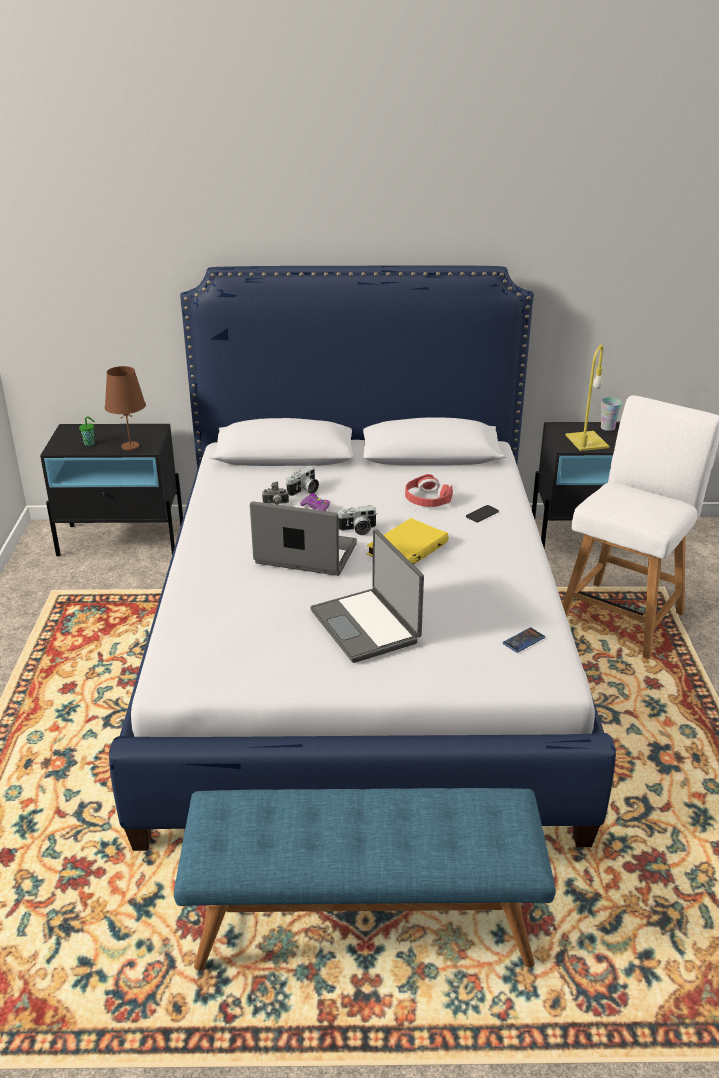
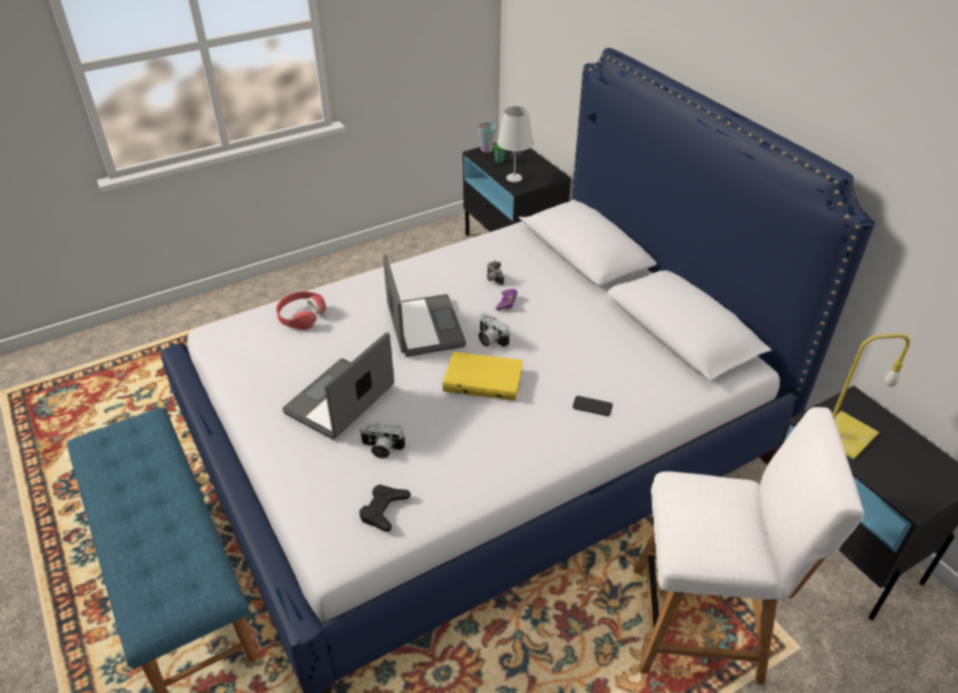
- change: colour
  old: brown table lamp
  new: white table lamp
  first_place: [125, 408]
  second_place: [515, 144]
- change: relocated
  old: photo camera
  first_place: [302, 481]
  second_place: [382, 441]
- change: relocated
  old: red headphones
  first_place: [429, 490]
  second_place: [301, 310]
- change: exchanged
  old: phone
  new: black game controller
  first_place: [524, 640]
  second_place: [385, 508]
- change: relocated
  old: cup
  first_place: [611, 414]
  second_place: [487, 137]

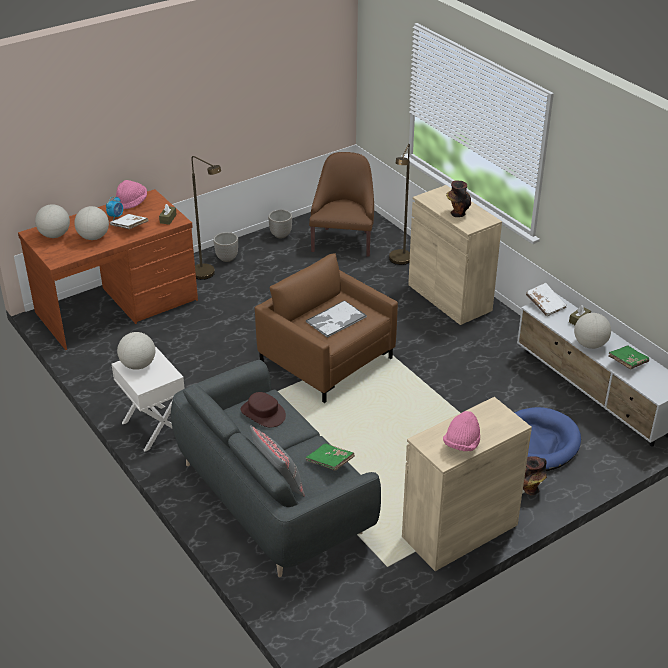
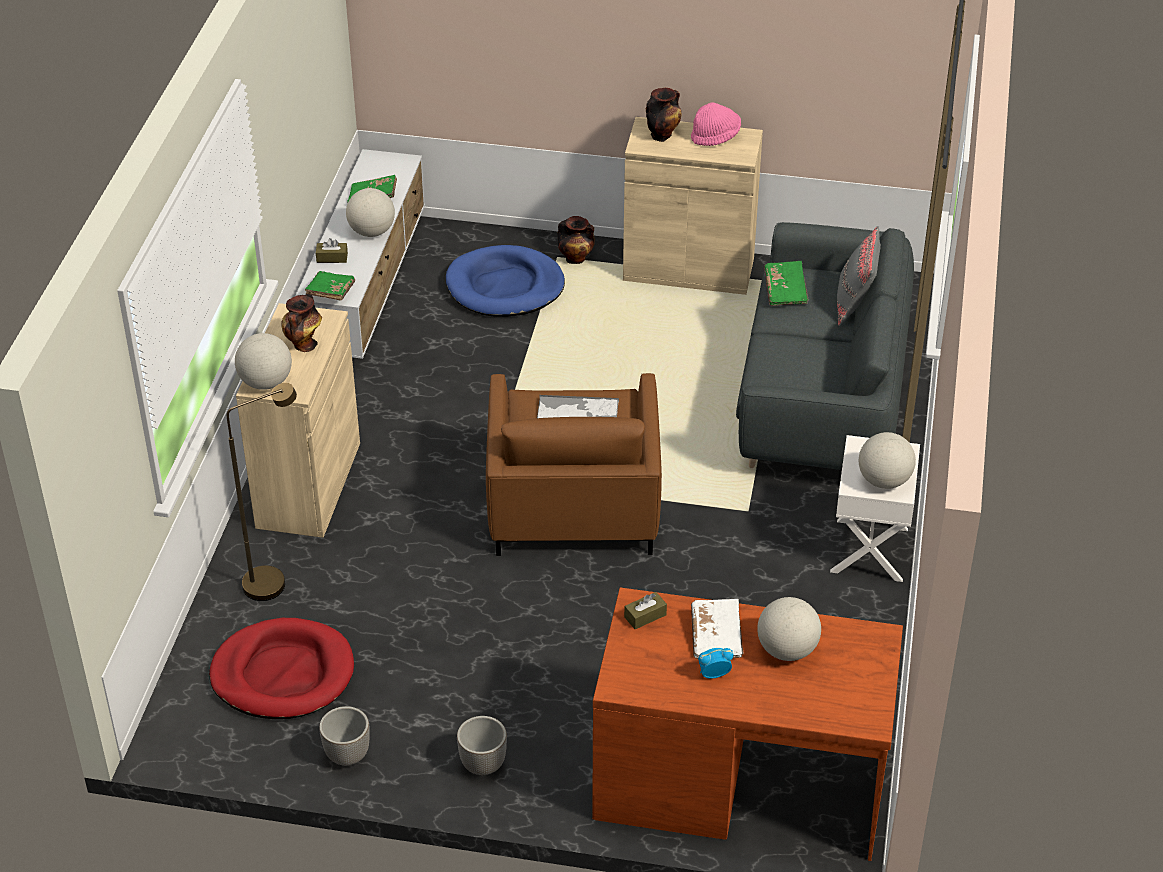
- change: relocated
  old: globe
  first_place: [52, 221]
  second_place: [263, 361]
- change: missing
  old: pink hat
  first_place: [131, 194]
- change: missing
  old: brown floor lamp
  first_place: [206, 218]
- change: missing
  old: brown hat
  first_place: [263, 409]
- change: exchanged
  old: brown armchair
  new: red dog bed
  first_place: [341, 204]
  second_place: [281, 668]
- change: colour
  old: white book
  new: green book
  first_place: [546, 299]
  second_place: [330, 286]
- change: appeared
  new: vase
  second_place: [663, 115]

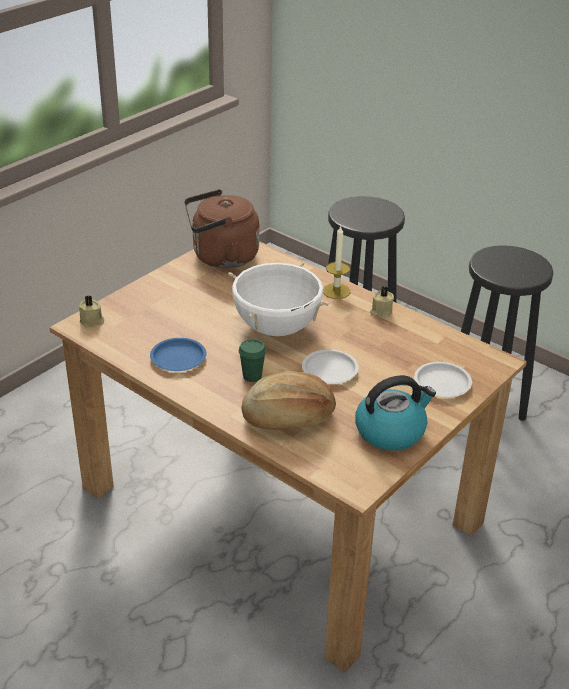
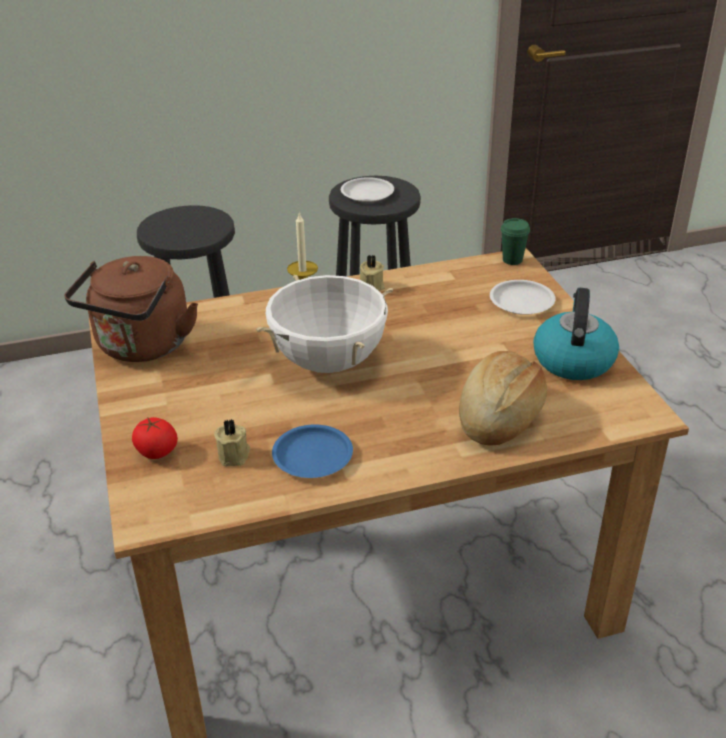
- change: relocated
  old: beige candle
  first_place: [91, 312]
  second_place: [232, 443]
- change: relocated
  old: green cup
  first_place: [252, 360]
  second_place: [515, 241]
- change: relocated
  old: white plate
  first_place: [330, 366]
  second_place: [367, 189]
- change: appeared
  new: tomato
  second_place: [155, 438]

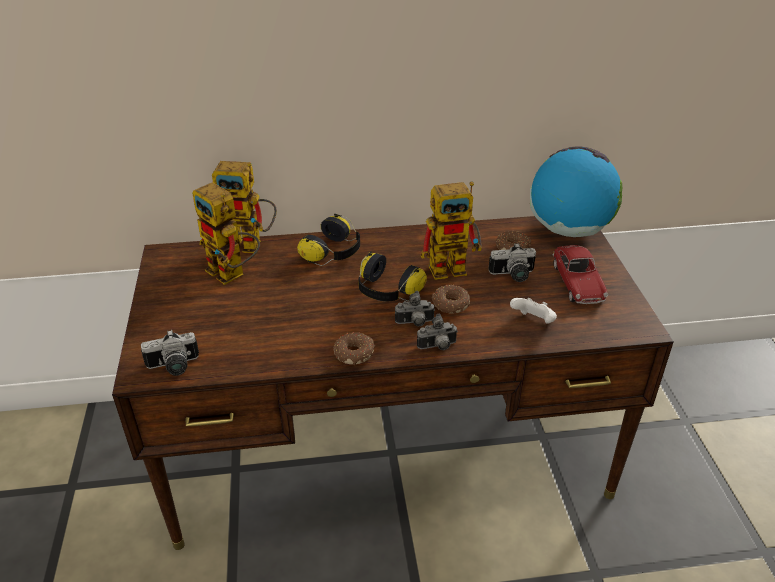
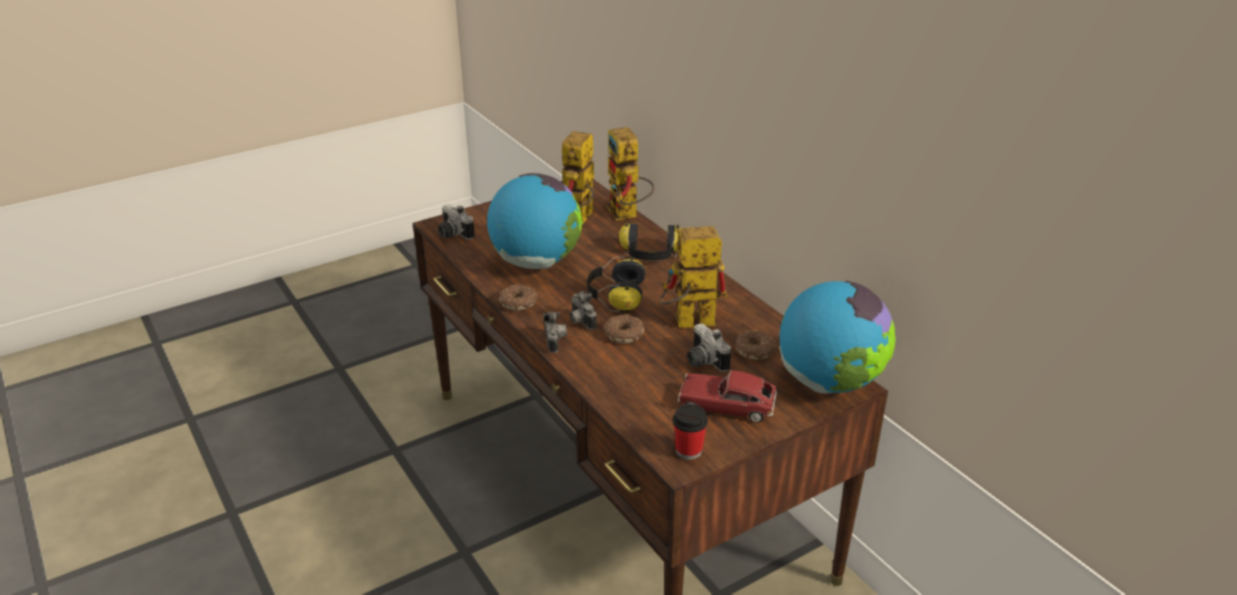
- change: spun
  old: photo camera
  first_place: [437, 332]
  second_place: [555, 332]
  degrees: -150
- change: spun
  old: toy robot
  first_place: [451, 230]
  second_place: [693, 277]
  degrees: 120
- change: missing
  old: white game controller
  first_place: [533, 311]
- change: spun
  old: toy car
  first_place: [580, 274]
  second_place: [727, 396]
  degrees: 45
- change: appeared
  new: globe
  second_place: [535, 221]
- change: appeared
  new: cup
  second_place: [690, 432]

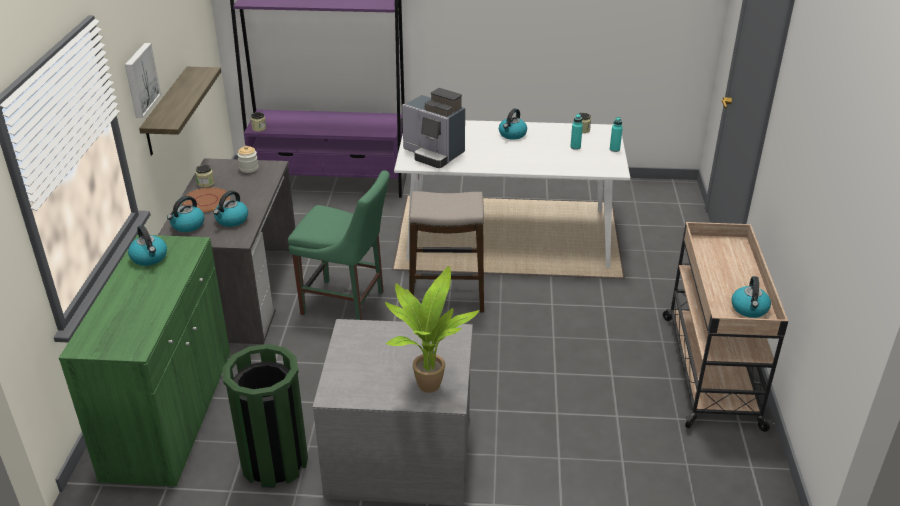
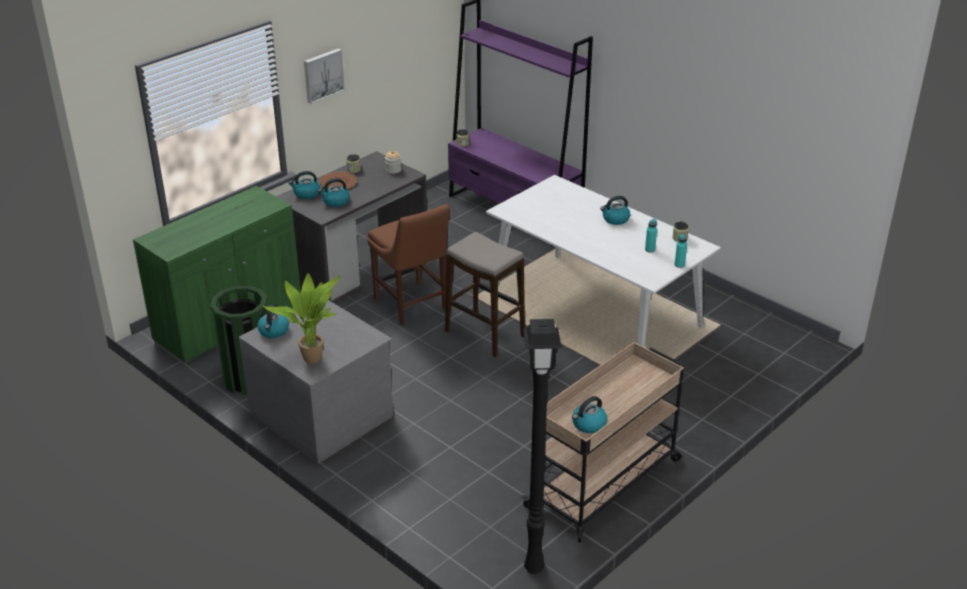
- change: relocated
  old: kettle
  first_place: [147, 245]
  second_place: [273, 321]
- change: missing
  old: shelf
  first_place: [180, 111]
- change: colour
  old: green chair
  new: brown chair
  first_place: [339, 245]
  second_place: [408, 264]
- change: missing
  old: coffee machine
  first_place: [433, 128]
- change: appeared
  new: black floor lamp
  second_place: [542, 446]

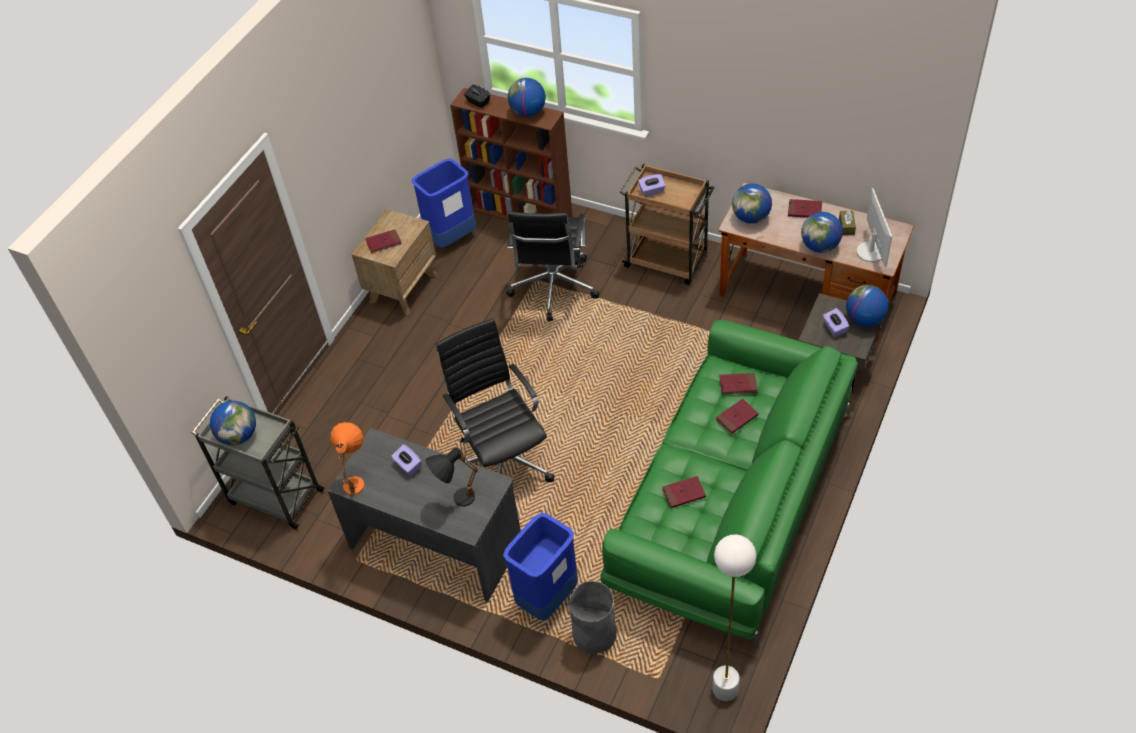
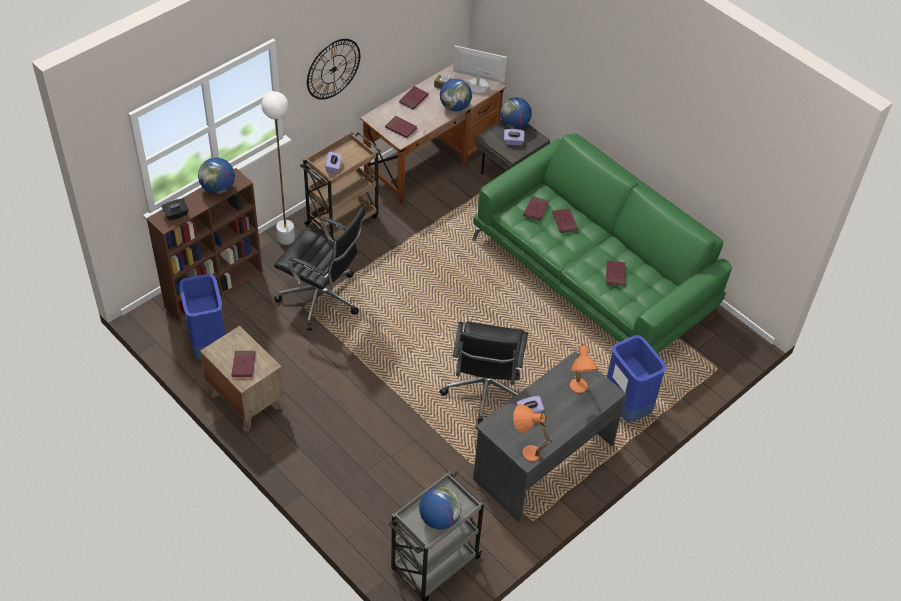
- change: colour
  old: black table lamp
  new: orange table lamp
  first_place: [452, 476]
  second_place: [584, 368]
- change: spun
  old: black office chair
  first_place: [495, 400]
  second_place: [484, 372]
  degrees: -75
- change: missing
  old: grey trash can
  first_place: [592, 617]
- change: relocated
  old: white floor lamp
  first_place: [735, 617]
  second_place: [278, 168]
- change: exchanged
  old: globe
  new: red book
  first_place: [752, 204]
  second_place: [401, 127]
- change: appeared
  new: wall clock
  second_place: [333, 69]

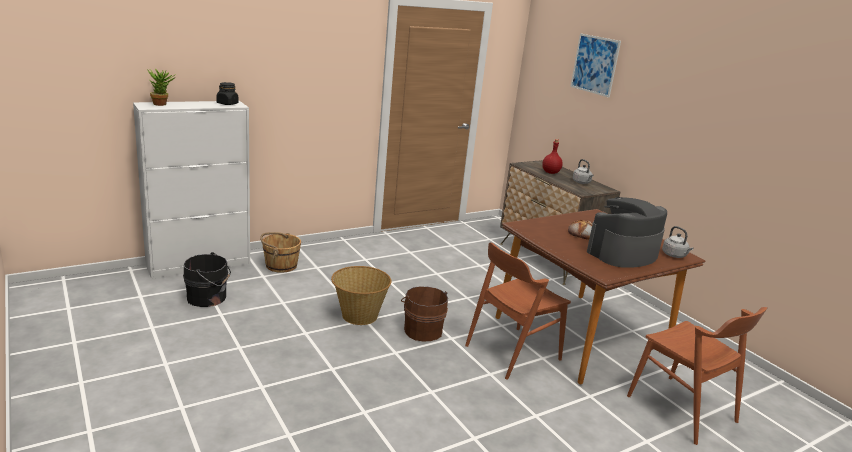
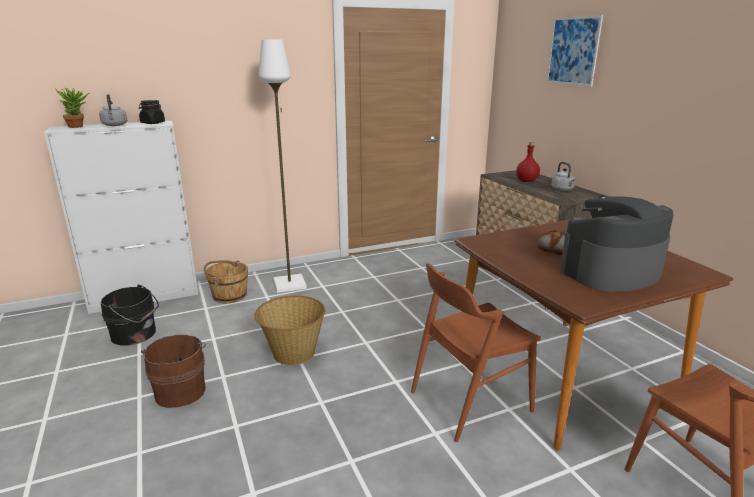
- change: relocated
  old: brown bucket
  first_place: [424, 314]
  second_place: [173, 371]
- change: relocated
  old: grey kettle
  first_place: [677, 242]
  second_place: [113, 110]
- change: appeared
  new: white floor lamp
  second_place: [282, 166]

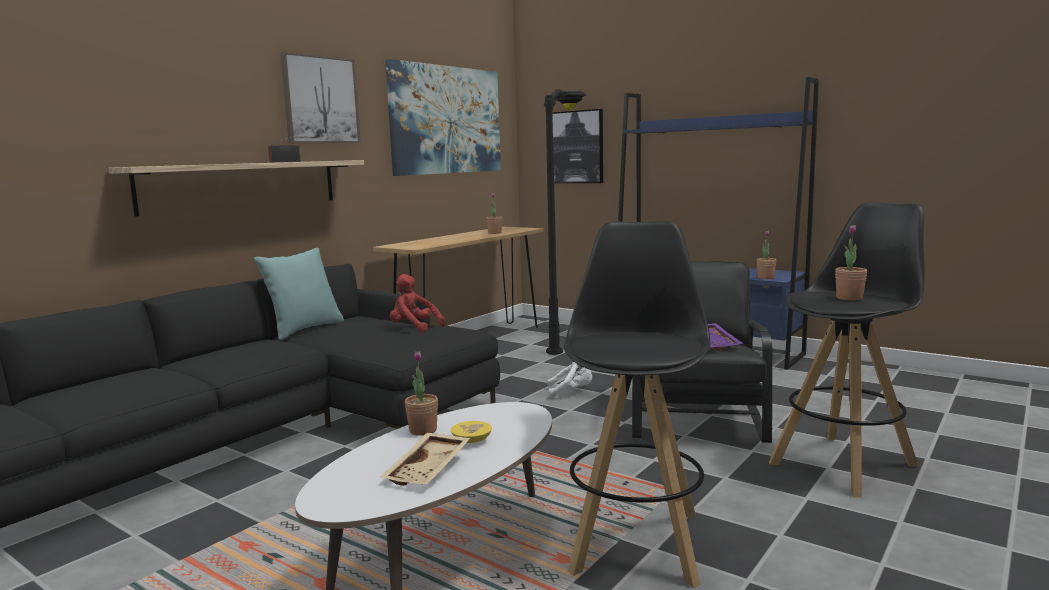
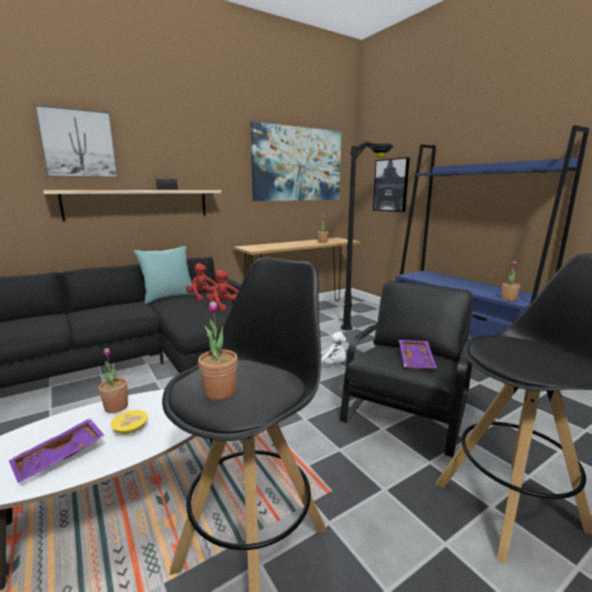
- change: relocated
  old: picture
  first_place: [320, 97]
  second_place: [76, 141]
- change: colour
  old: beige tray
  new: purple tray
  first_place: [425, 459]
  second_place: [57, 450]
- change: relocated
  old: potted plant
  first_place: [851, 262]
  second_place: [218, 350]
- change: appeared
  new: red plush toy
  second_place: [201, 282]

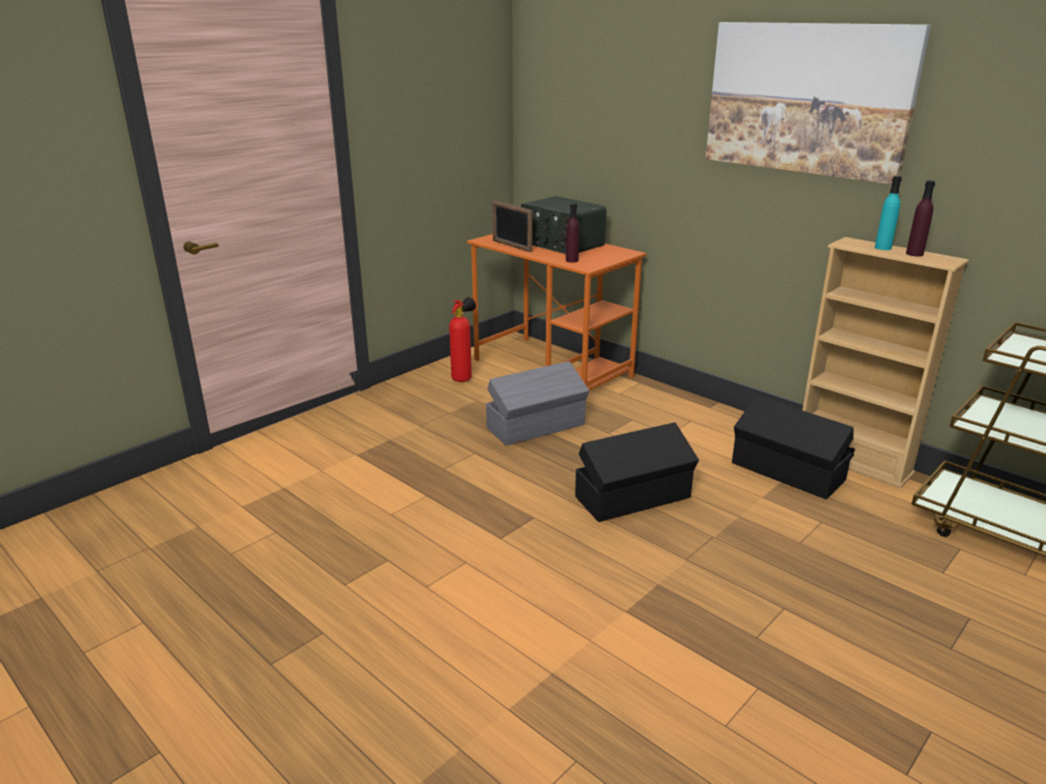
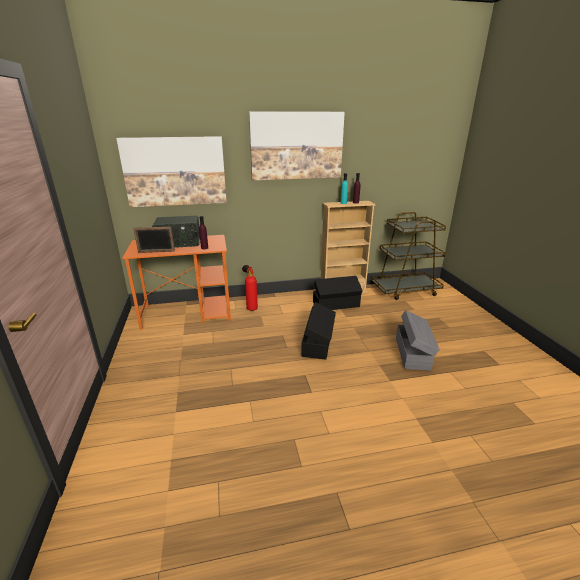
- change: relocated
  old: fire extinguisher
  first_place: [462, 339]
  second_place: [250, 288]
- change: relocated
  old: grey storage box
  first_place: [537, 403]
  second_place: [418, 340]
- change: appeared
  new: picture
  second_place: [171, 171]

